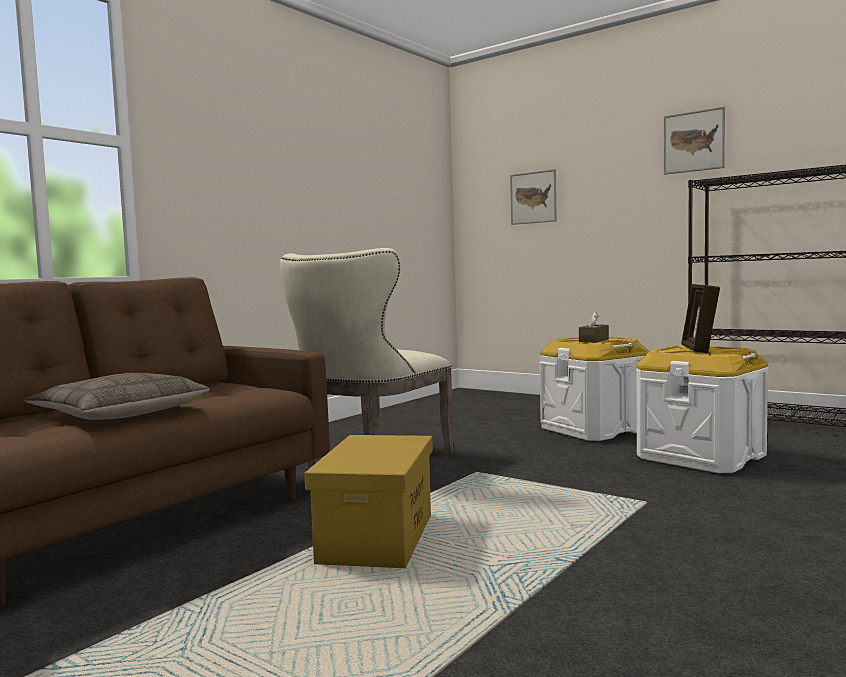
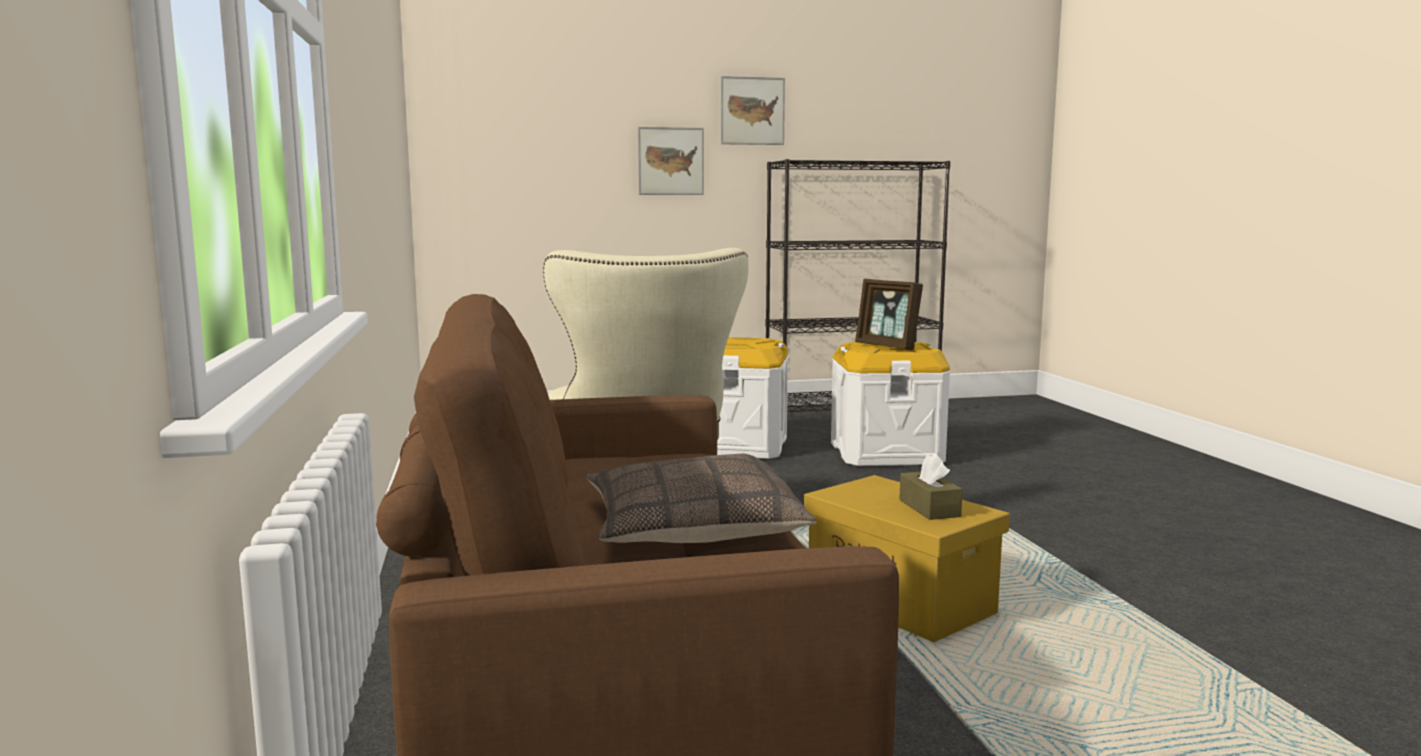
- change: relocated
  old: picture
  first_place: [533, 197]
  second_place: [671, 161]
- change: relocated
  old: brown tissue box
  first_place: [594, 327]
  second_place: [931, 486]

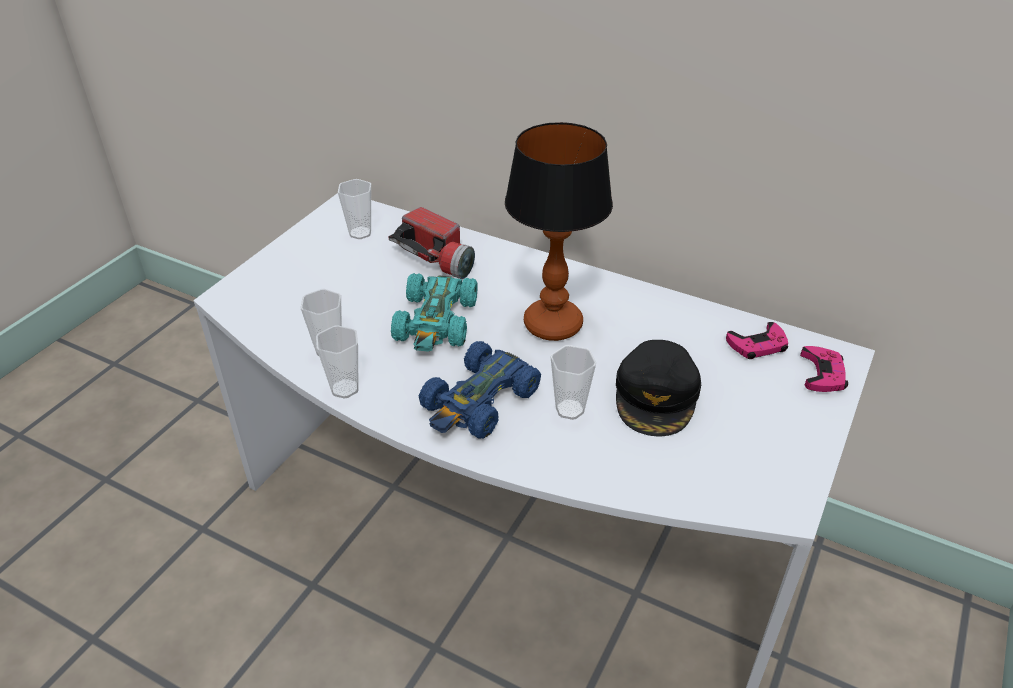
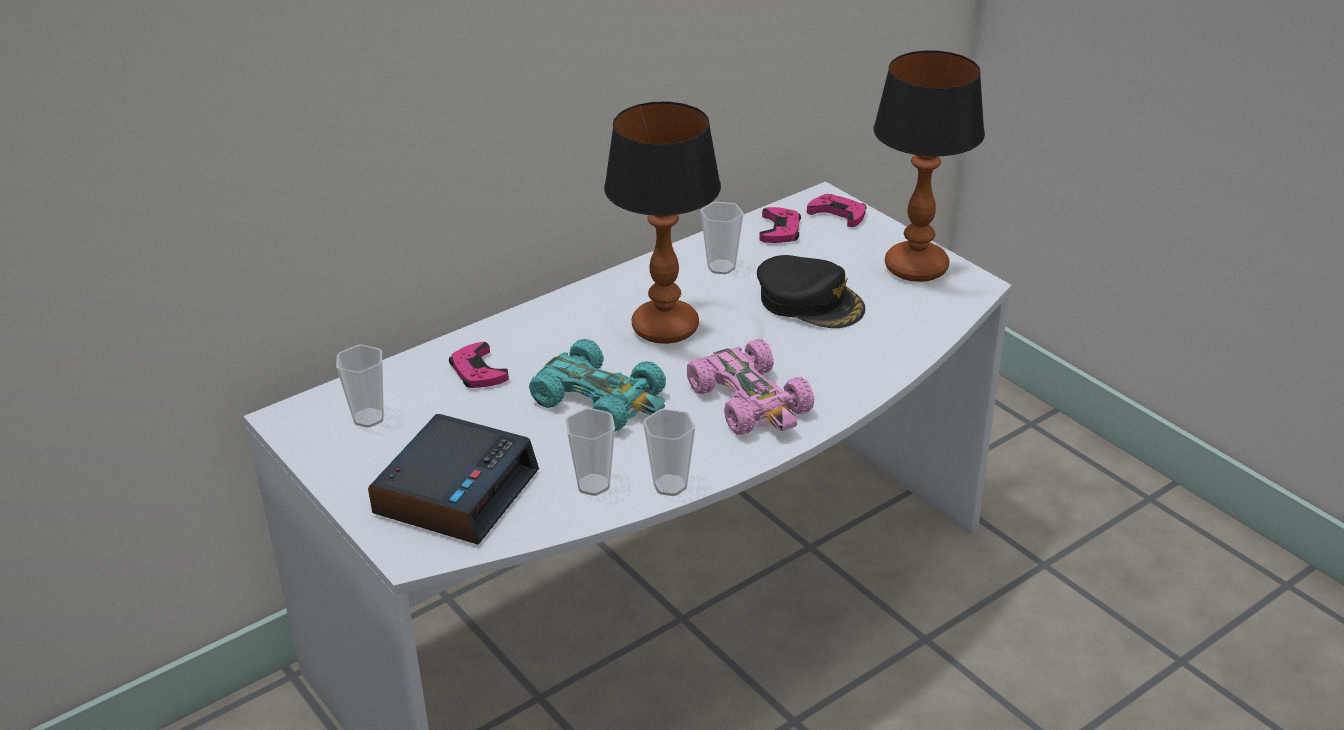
- change: exchanged
  old: flashlight
  new: pink game controller
  first_place: [431, 243]
  second_place: [479, 365]
- change: colour
  old: blue toy car
  new: pink toy car
  first_place: [480, 390]
  second_place: [750, 387]
- change: relocated
  old: cup
  first_place: [573, 382]
  second_place: [721, 238]
- change: appeared
  new: alarm clock
  second_place: [453, 479]
- change: appeared
  new: table lamp
  second_place: [929, 166]

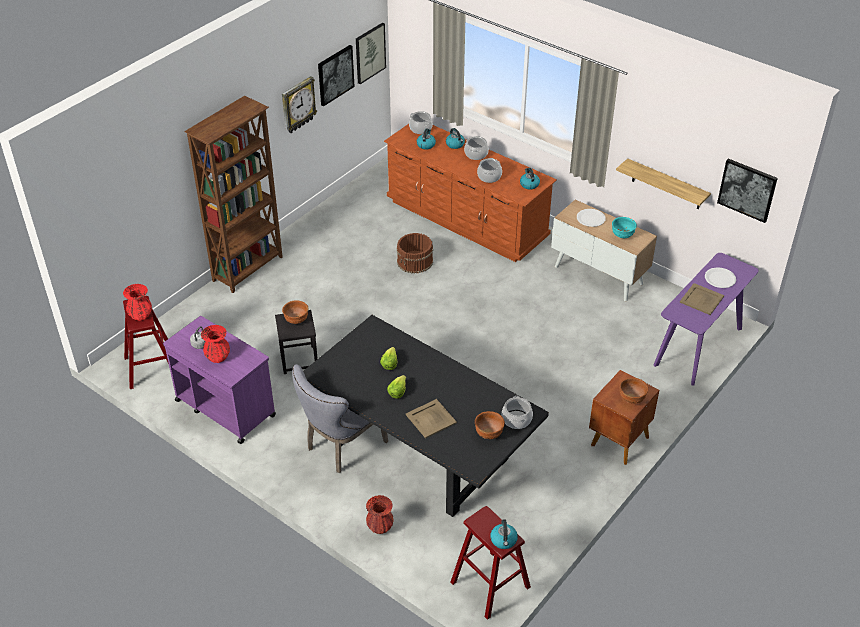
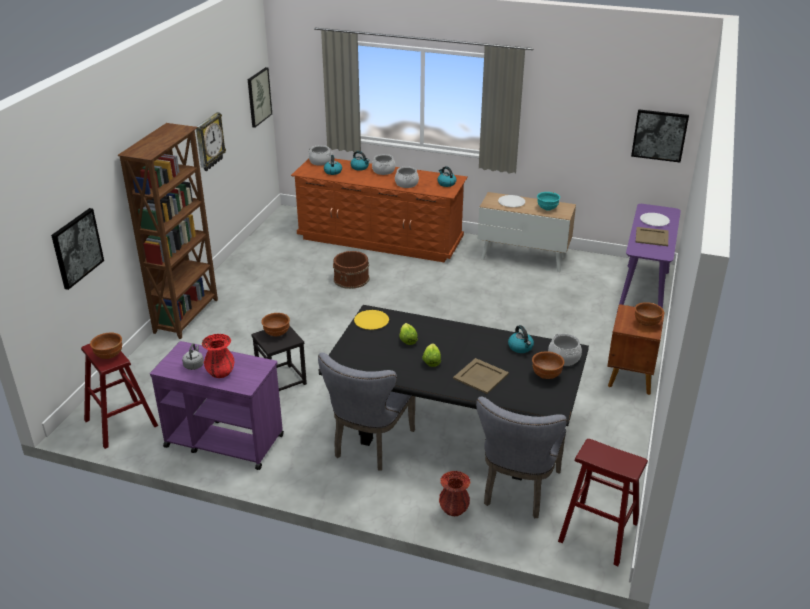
- change: exchanged
  old: red vase
  new: brown bowl
  first_place: [137, 302]
  second_place: [106, 346]
- change: relocated
  old: picture
  first_place: [336, 75]
  second_place: [77, 249]
- change: relocated
  old: kettle
  first_place: [504, 534]
  second_place: [521, 339]
- change: missing
  old: shelf
  first_place: [663, 183]
- change: appeared
  new: yellow plate
  second_place: [371, 320]
- change: appeared
  new: grey chair
  second_place: [521, 457]

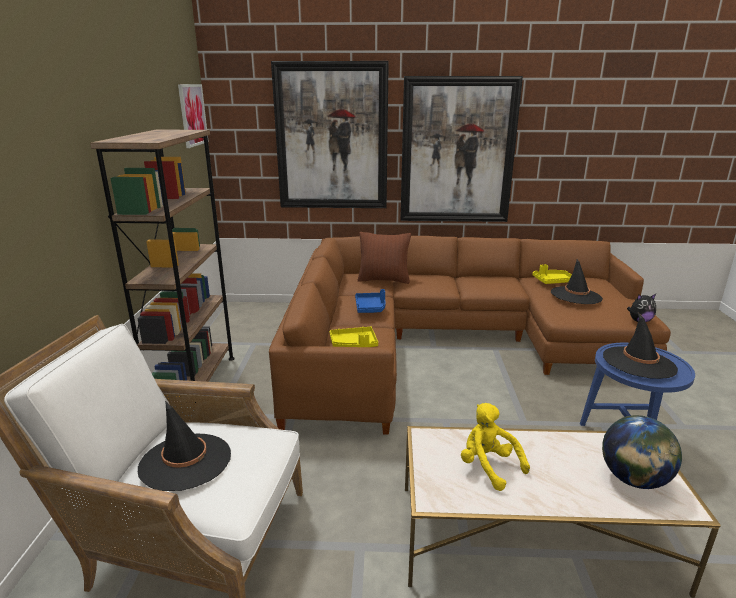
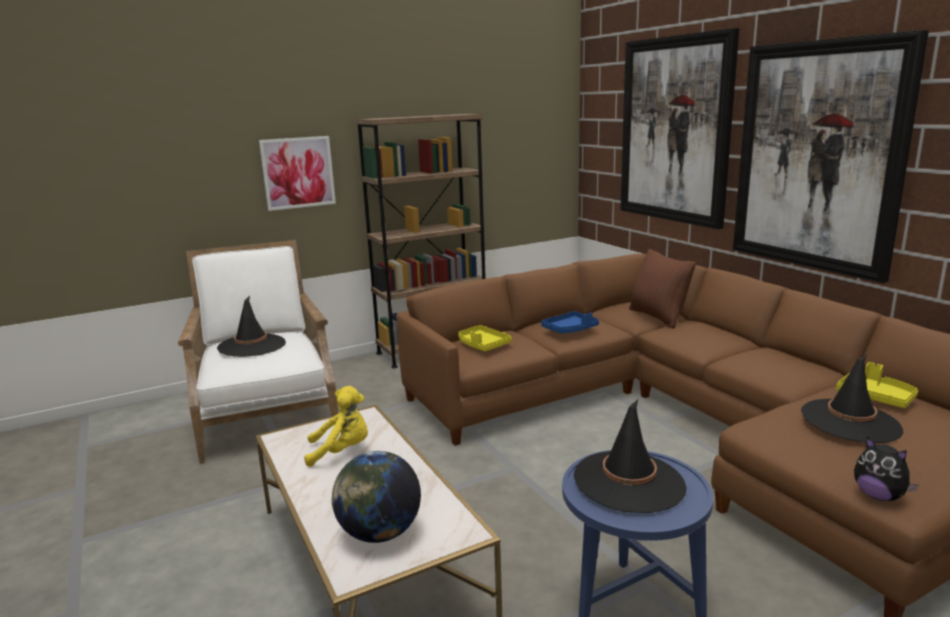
- change: relocated
  old: picture
  first_place: [193, 116]
  second_place: [297, 173]
- change: spun
  old: yellow plush toy
  first_place: [495, 447]
  second_place: [336, 426]
  degrees: 60

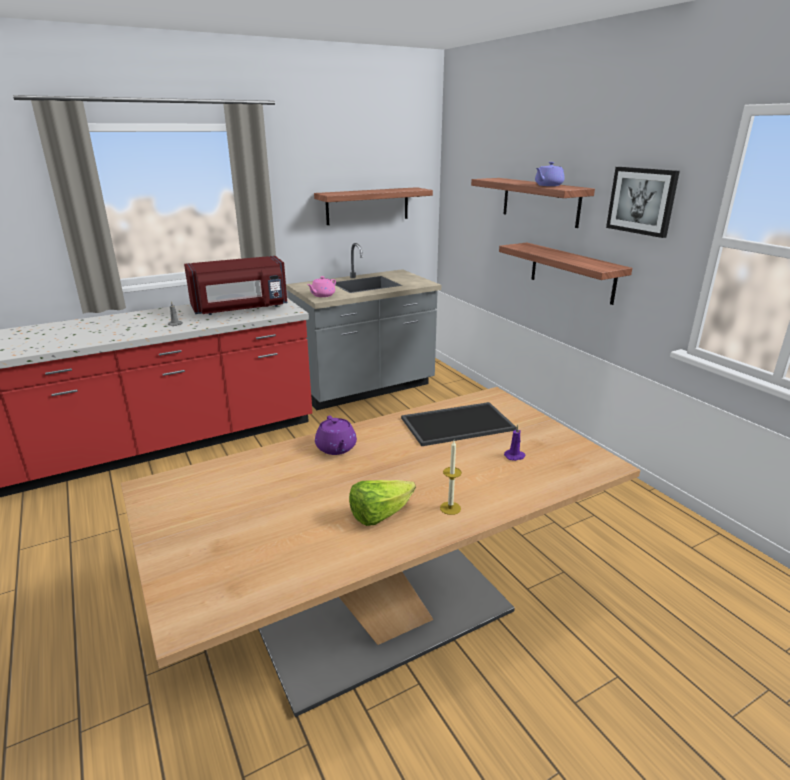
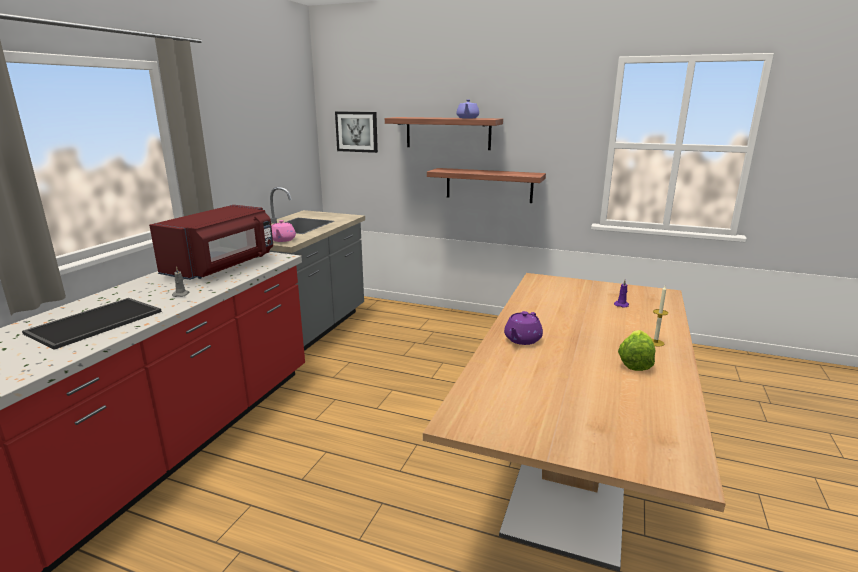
- change: missing
  old: shelf
  first_place: [373, 206]
- change: spun
  old: purple teapot
  first_place: [336, 435]
  second_place: [523, 328]
  degrees: 90
- change: relocated
  old: tray
  first_place: [458, 424]
  second_place: [92, 324]
- change: relocated
  old: picture
  first_place: [643, 202]
  second_place: [356, 132]

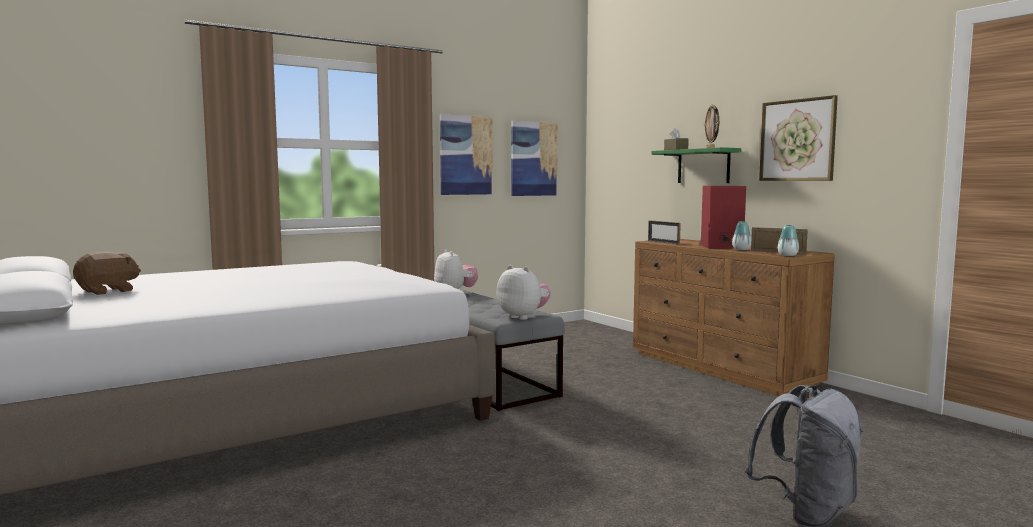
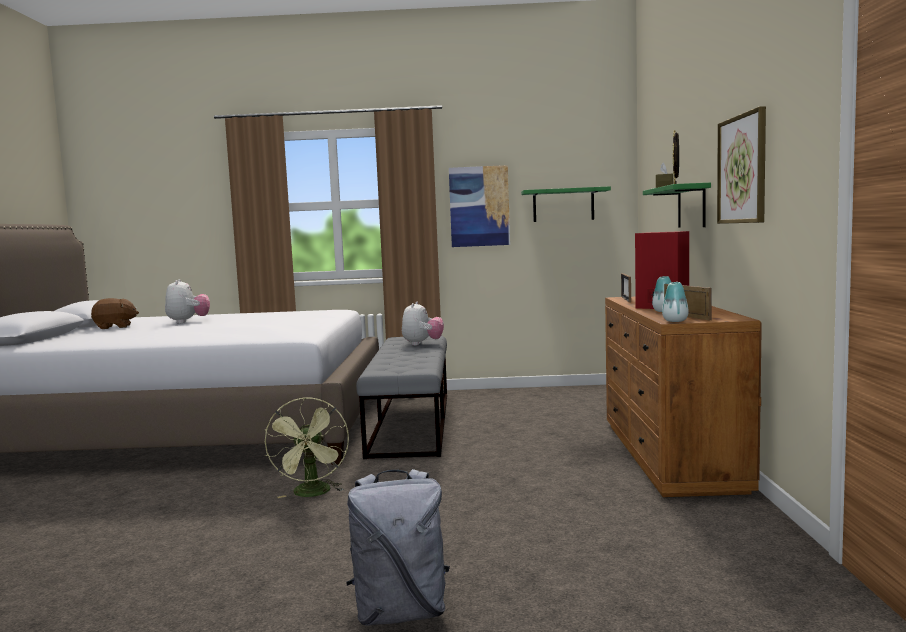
- change: relocated
  old: plush toy
  first_place: [523, 292]
  second_place: [187, 301]
- change: exchanged
  old: picture
  new: green shelf
  first_place: [534, 158]
  second_place: [566, 204]
- change: appeared
  new: green fan
  second_place: [306, 447]

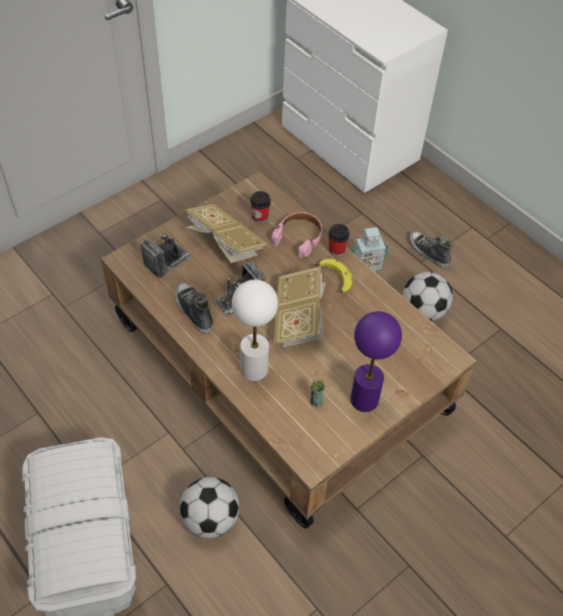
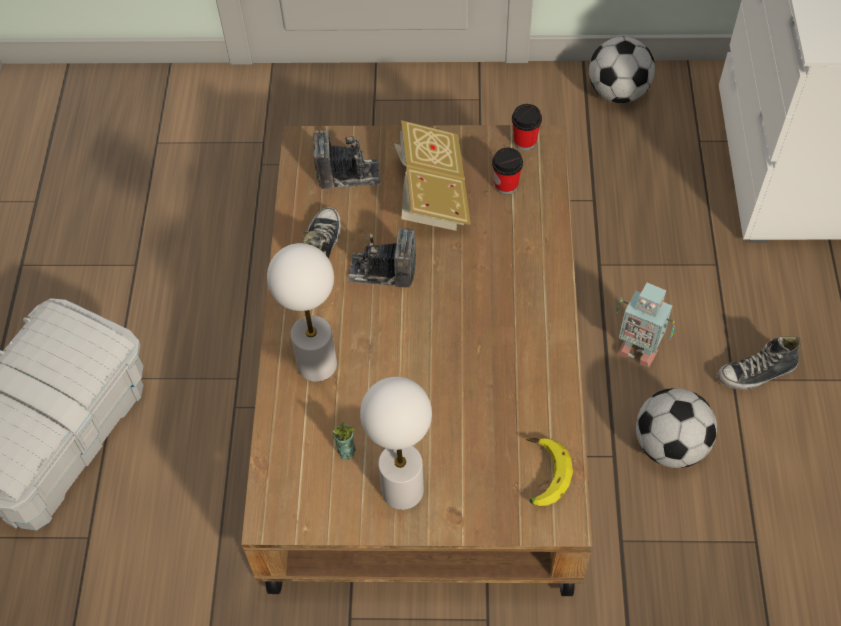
- change: relocated
  old: football
  first_place: [209, 507]
  second_place: [622, 70]
- change: missing
  old: pink headphones
  first_place: [297, 235]
- change: missing
  old: book
  first_place: [300, 306]
- change: relocated
  old: banana
  first_place: [332, 276]
  second_place: [549, 472]
- change: relocated
  old: cup
  first_place: [338, 240]
  second_place: [527, 127]
- change: colour
  old: purple table lamp
  new: white table lamp
  first_place: [376, 361]
  second_place: [396, 443]
- change: spun
  old: shoe
  first_place: [431, 249]
  second_place: [759, 363]
  degrees: -105

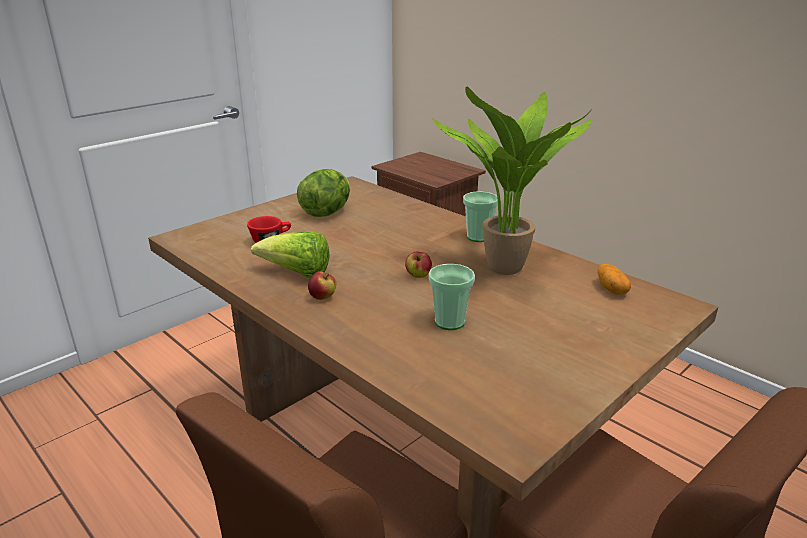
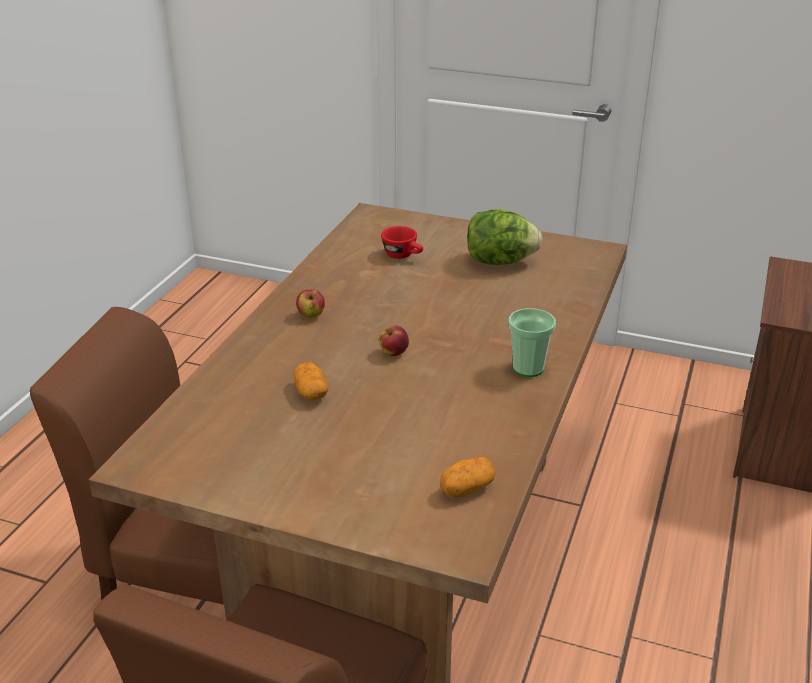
- change: missing
  old: lettuce
  first_place: [290, 254]
- change: exchanged
  old: cup
  new: potato
  first_place: [452, 297]
  second_place: [310, 381]
- change: missing
  old: potted plant
  first_place: [511, 181]

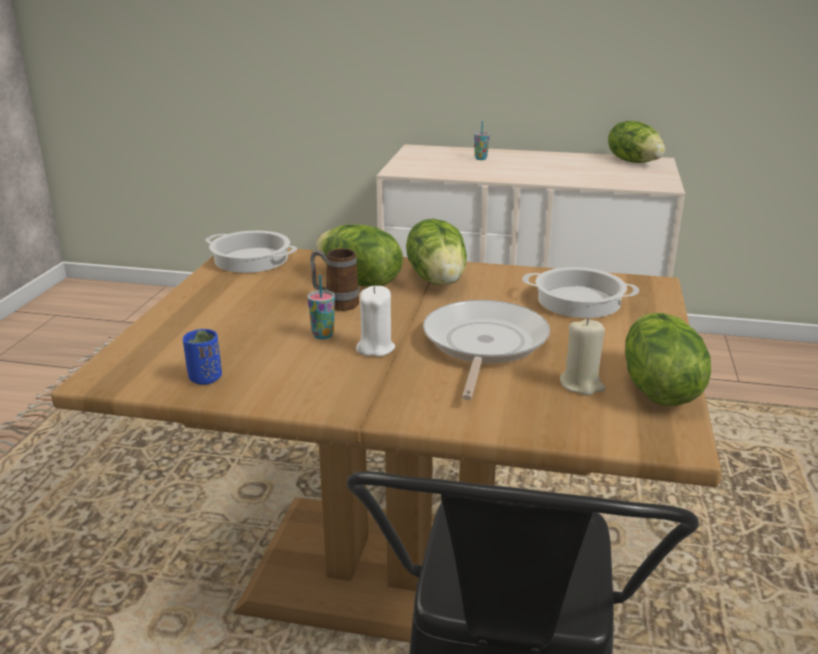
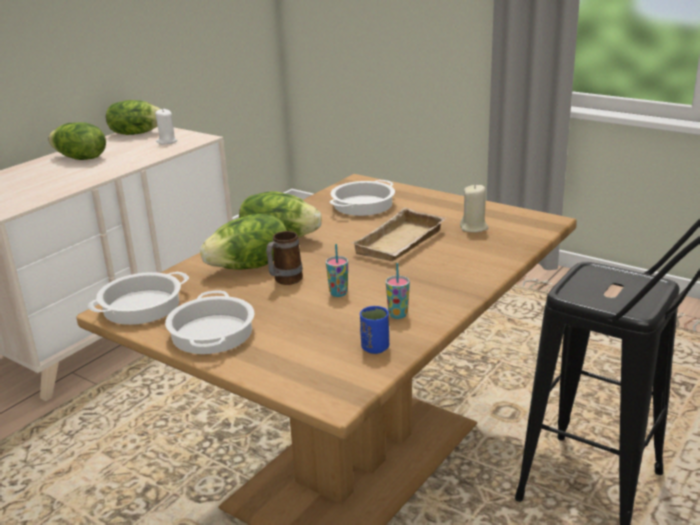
- change: relocated
  old: white candle
  first_place: [375, 321]
  second_place: [166, 126]
- change: exchanged
  old: frying pan
  new: beige tray
  first_place: [486, 350]
  second_place: [399, 234]
- change: relocated
  old: cup
  first_place: [482, 140]
  second_place: [398, 291]
- change: relocated
  old: lettuce
  first_place: [668, 359]
  second_place: [77, 141]
- change: appeared
  new: cooking pot
  second_place: [210, 322]

